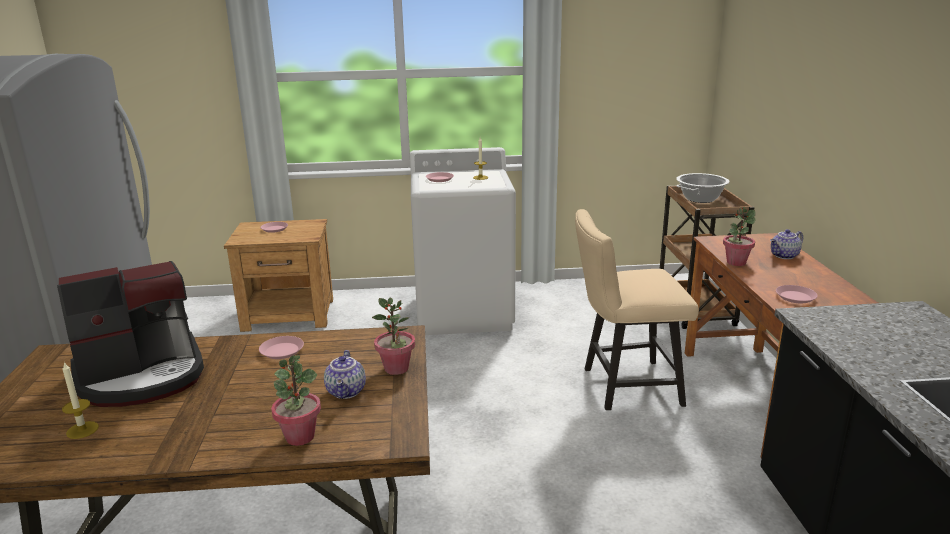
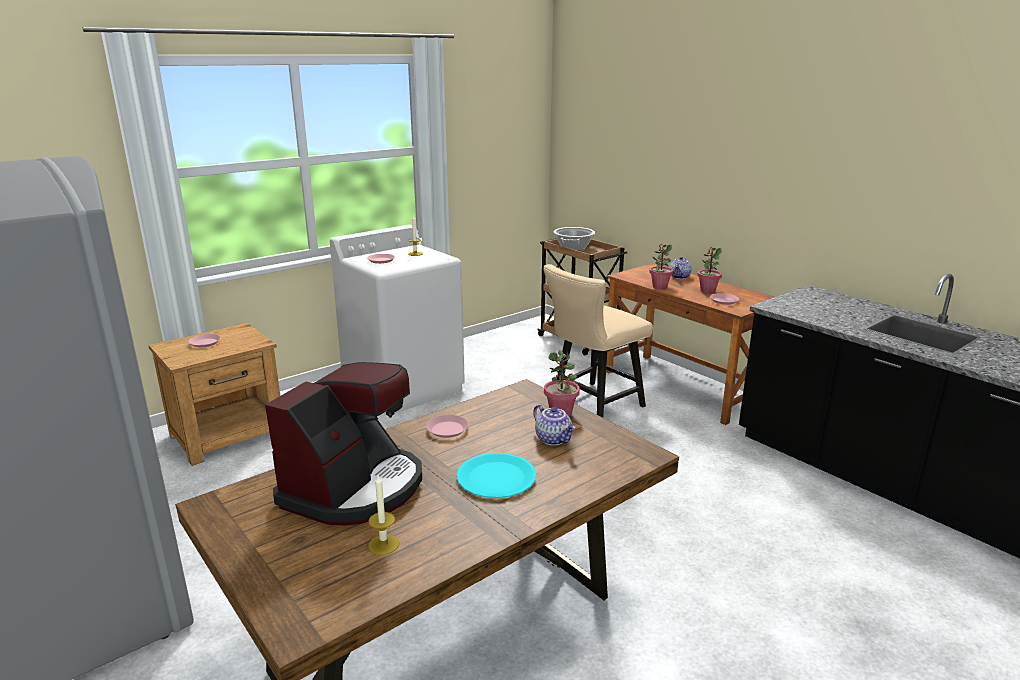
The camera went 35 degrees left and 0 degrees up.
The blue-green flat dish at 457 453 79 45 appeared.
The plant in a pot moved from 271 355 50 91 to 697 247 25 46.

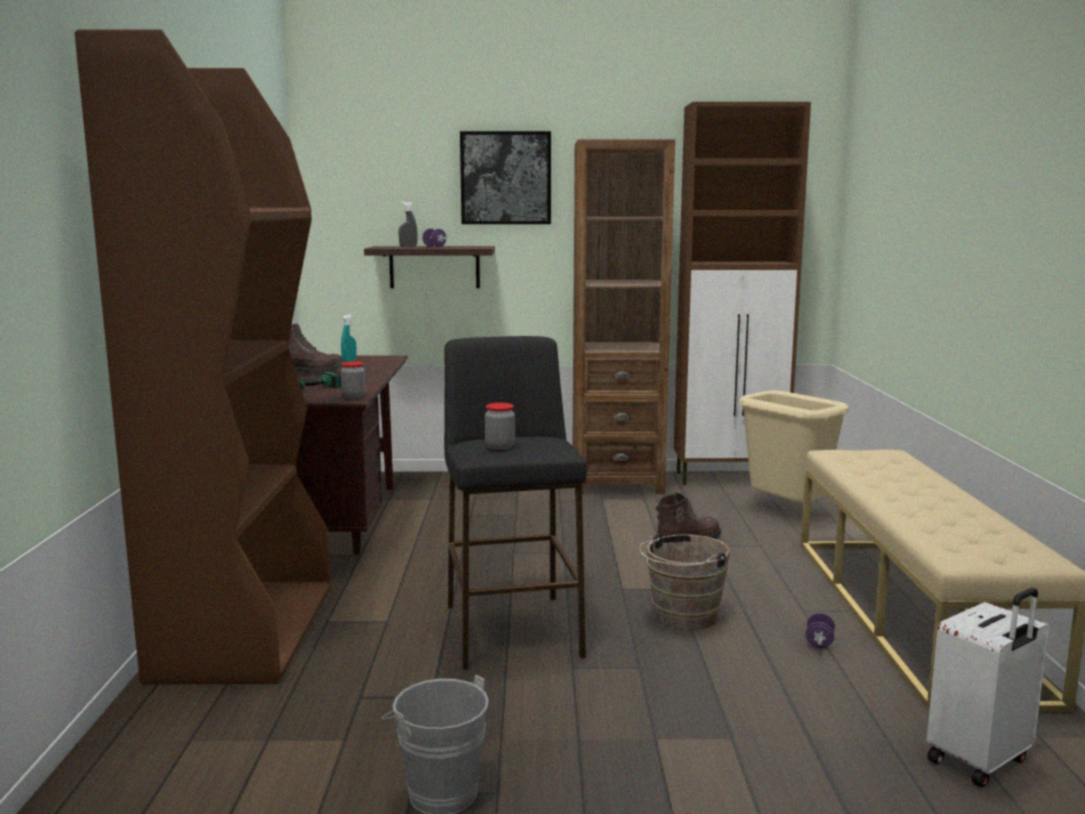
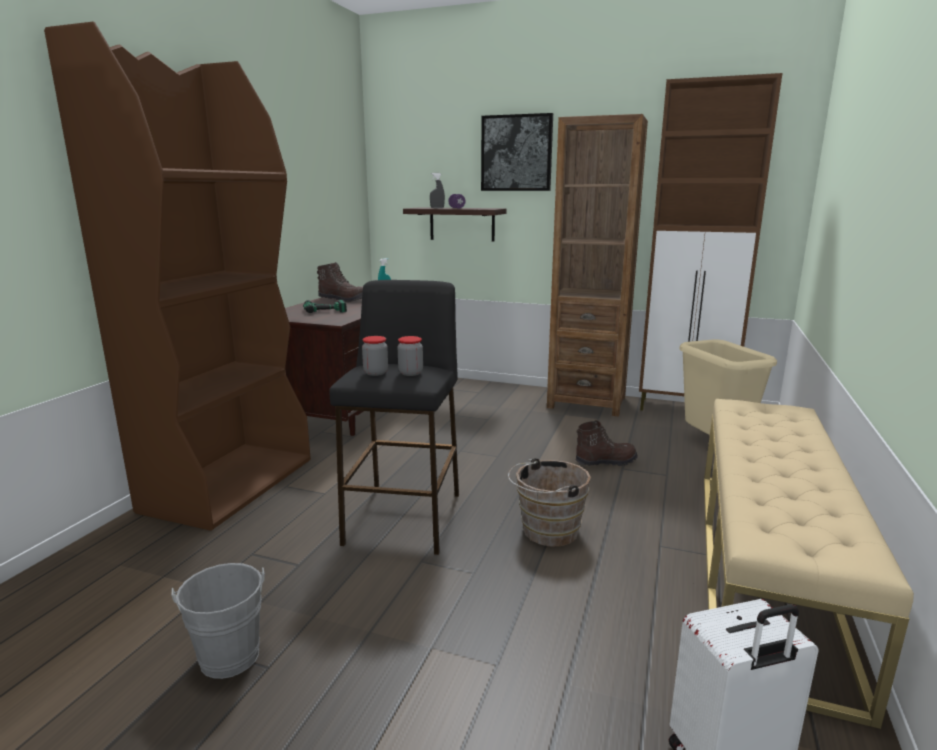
The camera went 20 degrees right and 5 degrees up.
The purplish hand weight at 806 613 29 35 disappeared.
The preserve jar moved from 340 361 26 38 to 398 336 25 40.

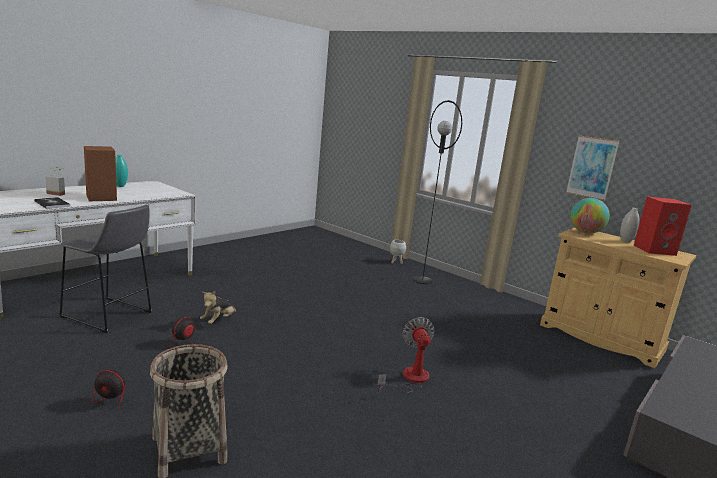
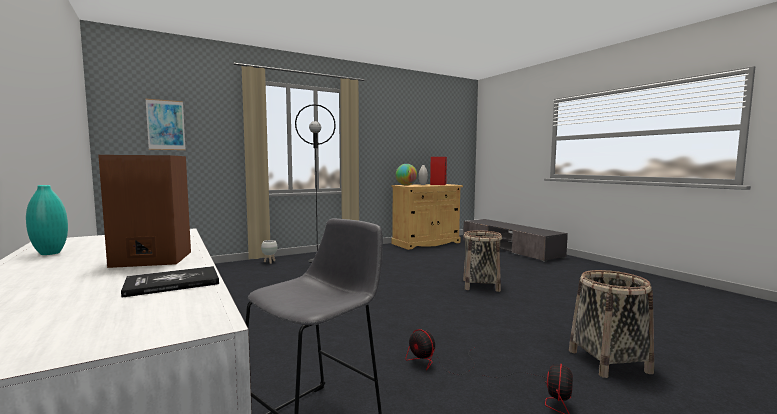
The camera went 70 degrees left and 10 degrees down.
The plant in a pot at 45 168 20 28 disappeared.
The plush toy at 200 291 37 33 disappeared.
The wall art moved from 566 136 54 65 to 146 99 40 51.
The fan at 378 317 57 77 was replaced by the storage basket at 463 230 39 62.

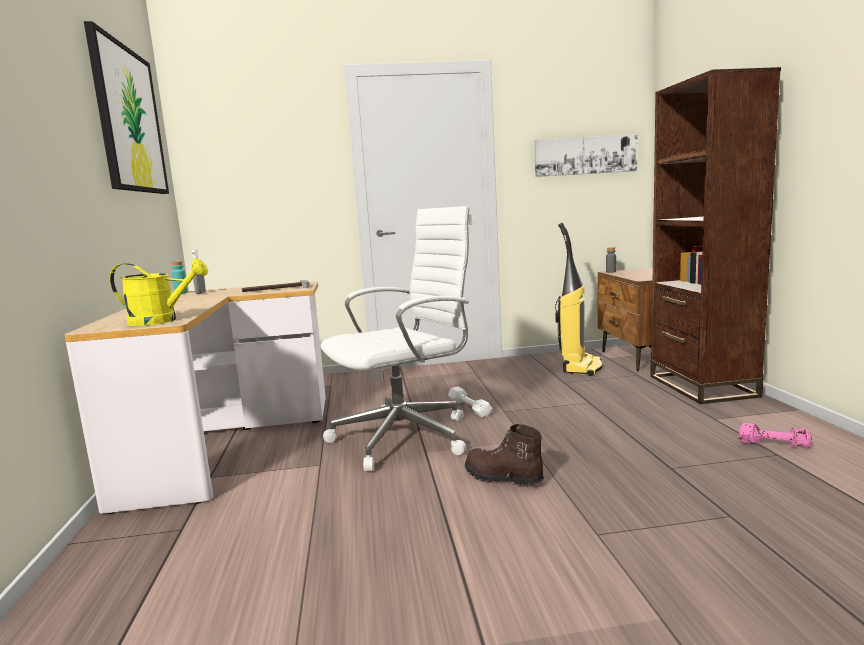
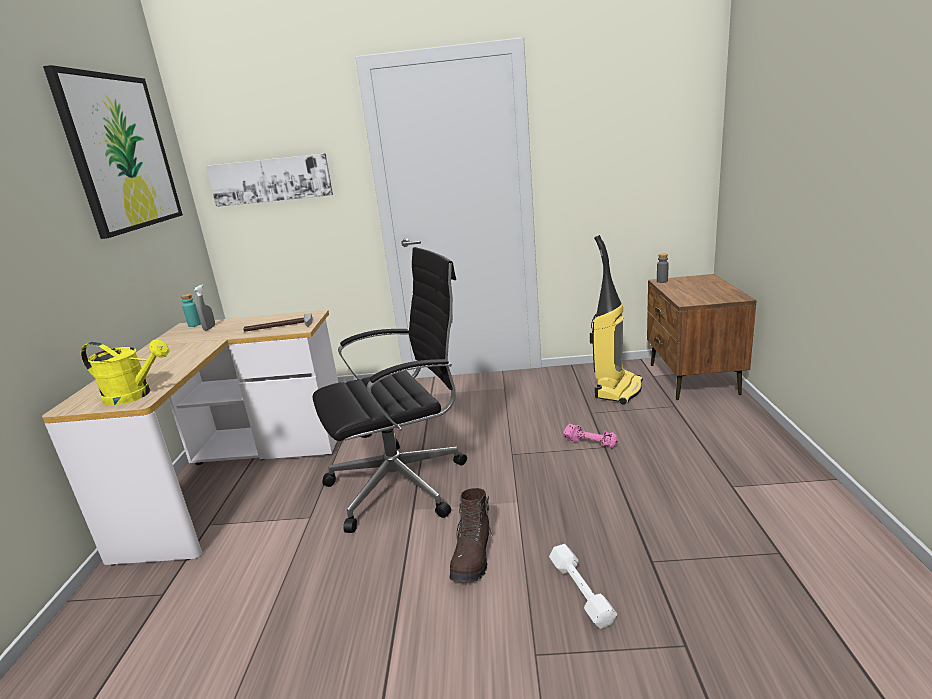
The camera went 10 degrees right and 10 degrees up.
The brown bookcase at 650 67 131 337 disappeared.
The whitish hand weight moved from 448 387 45 30 to 549 544 68 85.
The wall art moved from 534 135 104 42 to 206 153 127 54.
The pinkish hand weight moved from 738 422 74 26 to 563 424 55 25.
The whitish desk chair at 321 206 151 265 became the black-coloured desk chair at 313 247 154 286.
The brown high-top boot at 465 424 79 62 turned 120 degrees counterclockwise.

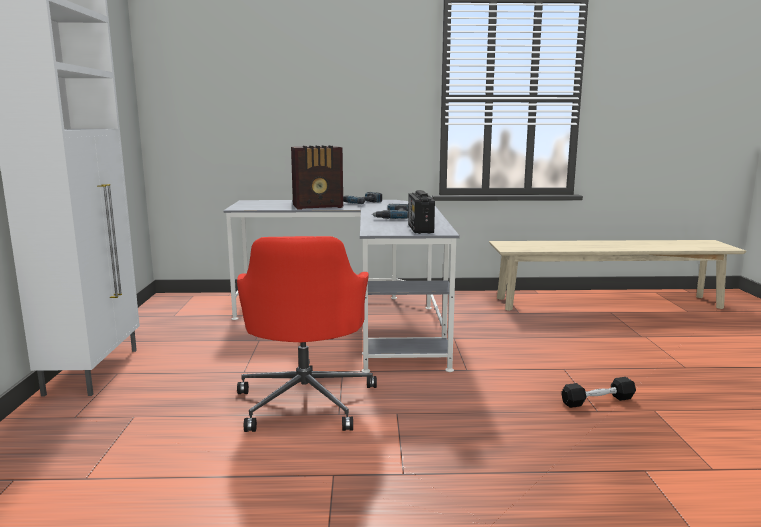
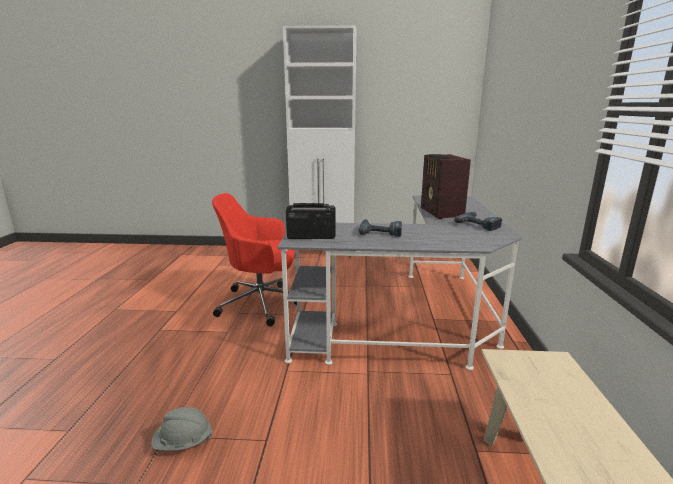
The camera went 95 degrees right and 5 degrees up.
The black-coloured hand weight at 561 377 75 31 was replaced by the greyish work helmet at 151 407 62 43.

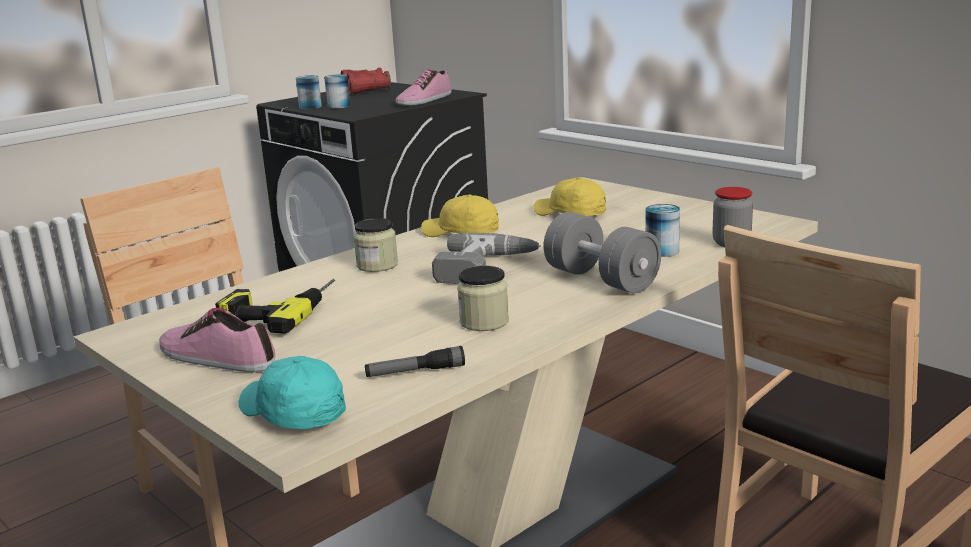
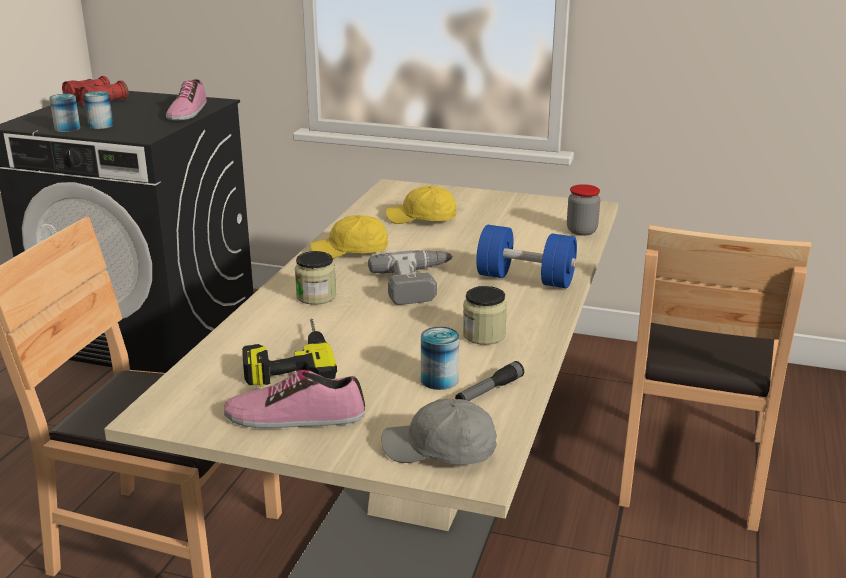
The camera went 30 degrees left and 5 degrees up.
The metal can moved from 645 204 35 53 to 421 327 38 63.
The blue-green peaked cap at 239 356 107 73 became the greyish peaked cap at 381 399 116 66.
The greyish hand weight at 544 212 117 81 became the bluish hand weight at 476 225 101 63.

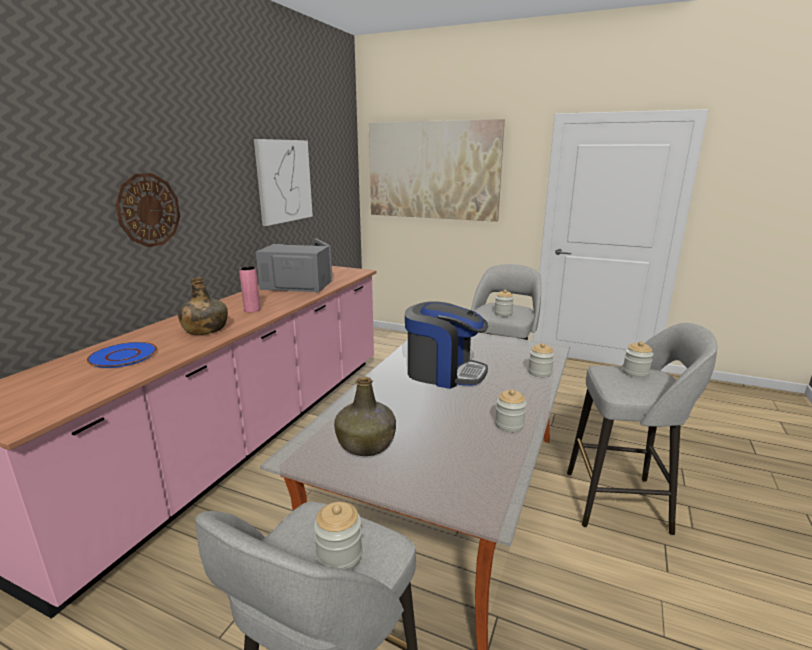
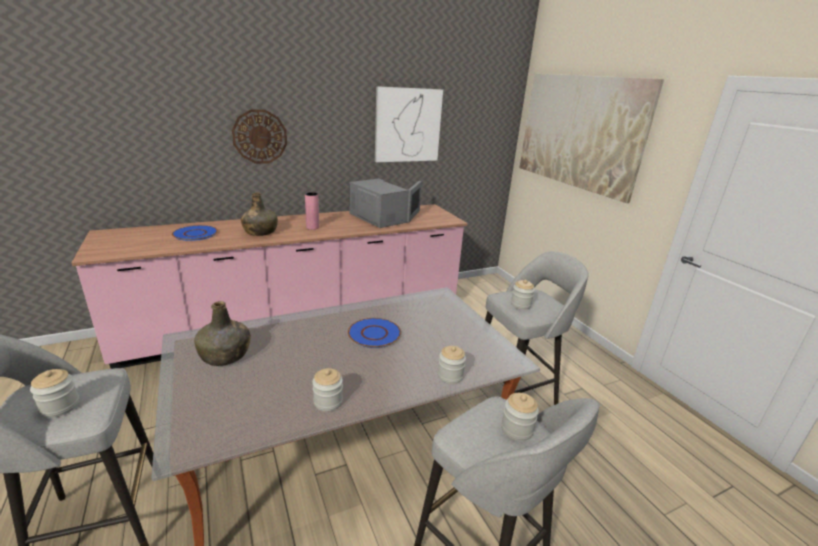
The camera went 40 degrees right and 5 degrees up.
The coffee machine at 405 301 83 88 was replaced by the bluish flat dish at 348 318 53 30.

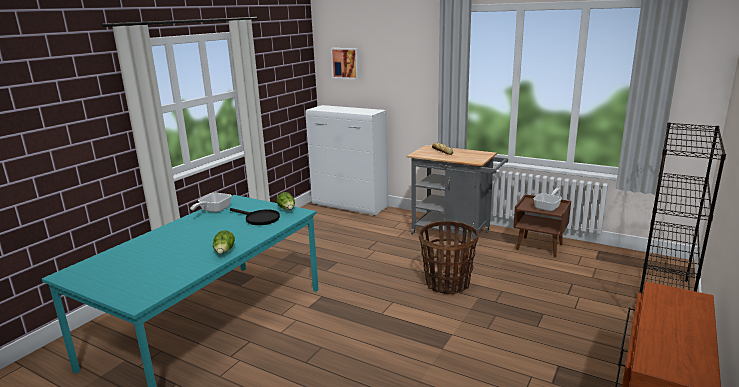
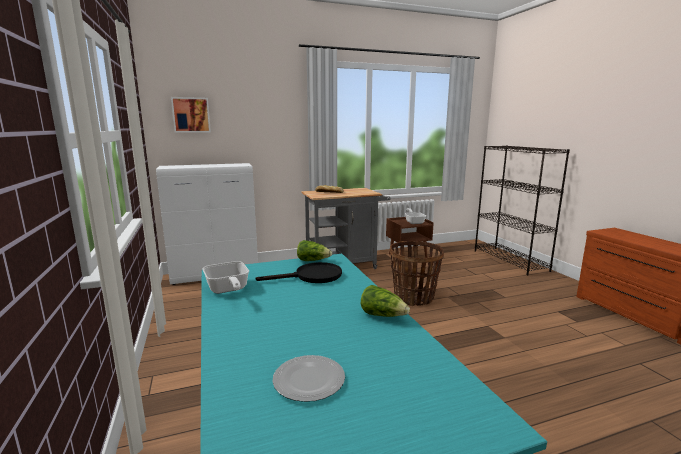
The camera went 50 degrees left and 5 degrees down.
The flat dish at 272 355 73 47 appeared.

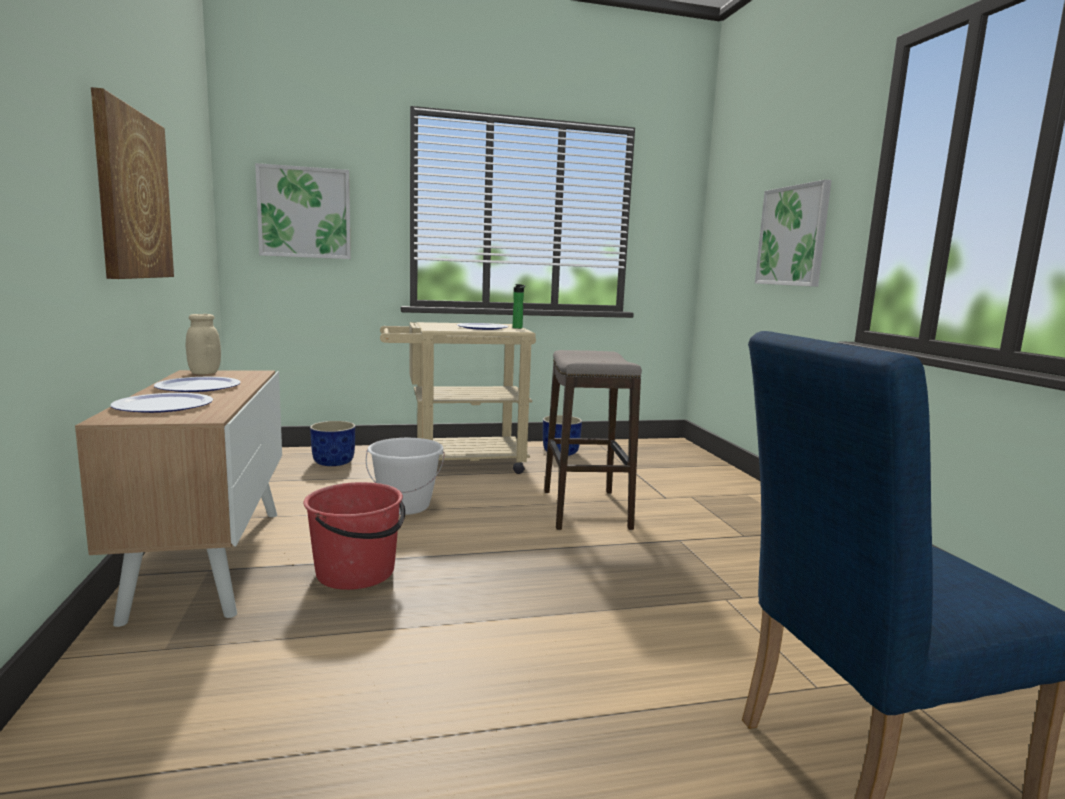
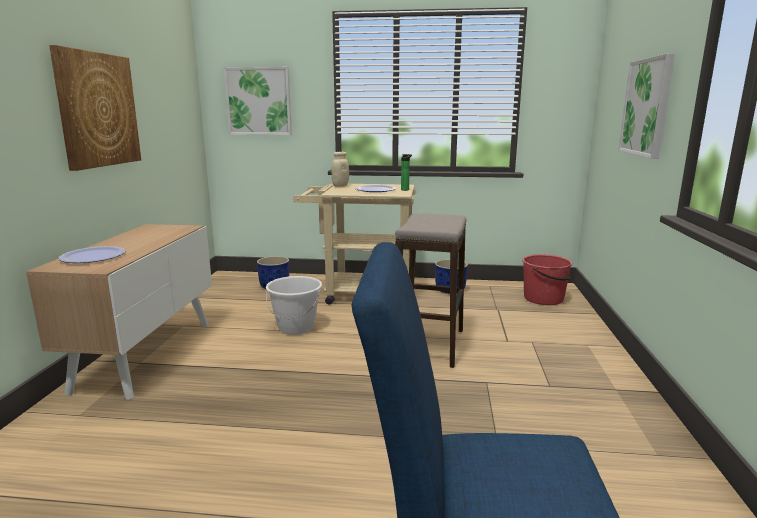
The camera went 20 degrees right and 5 degrees up.
The flat dish at 154 377 87 15 disappeared.
The sand-coloured preserve jar moved from 186 314 35 60 to 331 152 18 35.
The red bucket moved from 303 482 102 108 to 522 254 50 51.

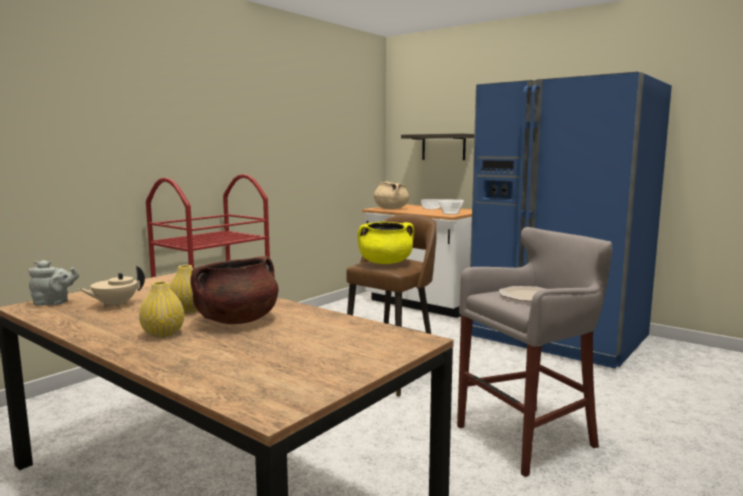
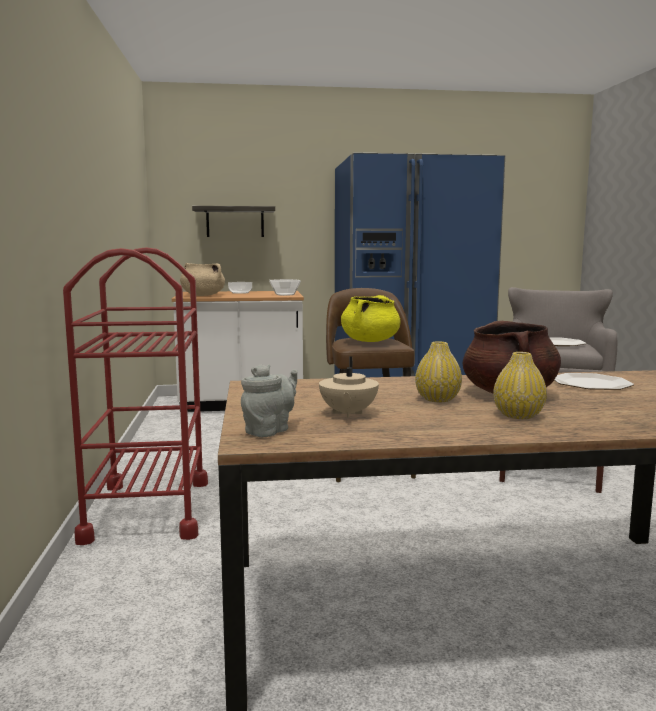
The camera went 45 degrees left and 0 degrees up.
The flat dish at 555 373 79 17 appeared.

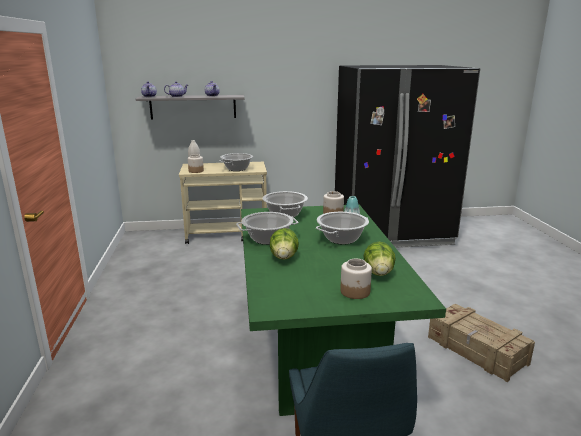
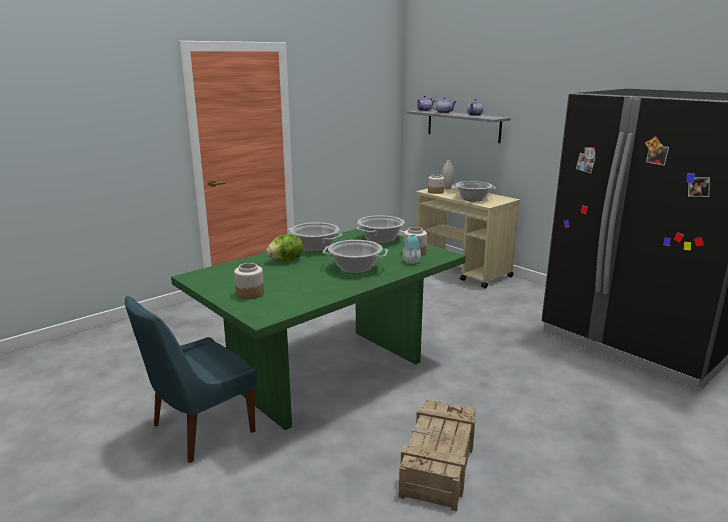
The camera went 55 degrees right and 0 degrees up.
The head of lettuce at 363 242 33 34 disappeared.

